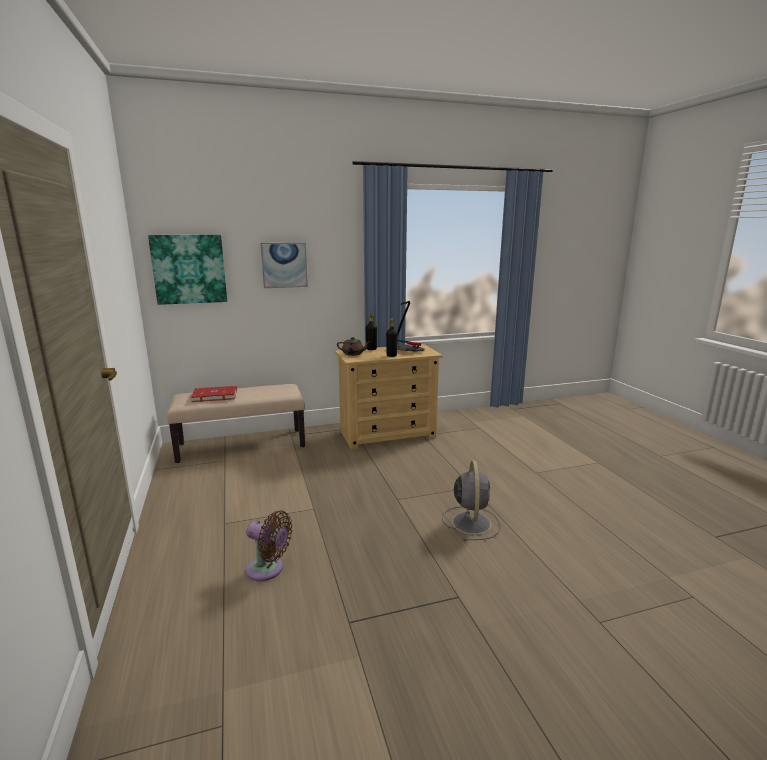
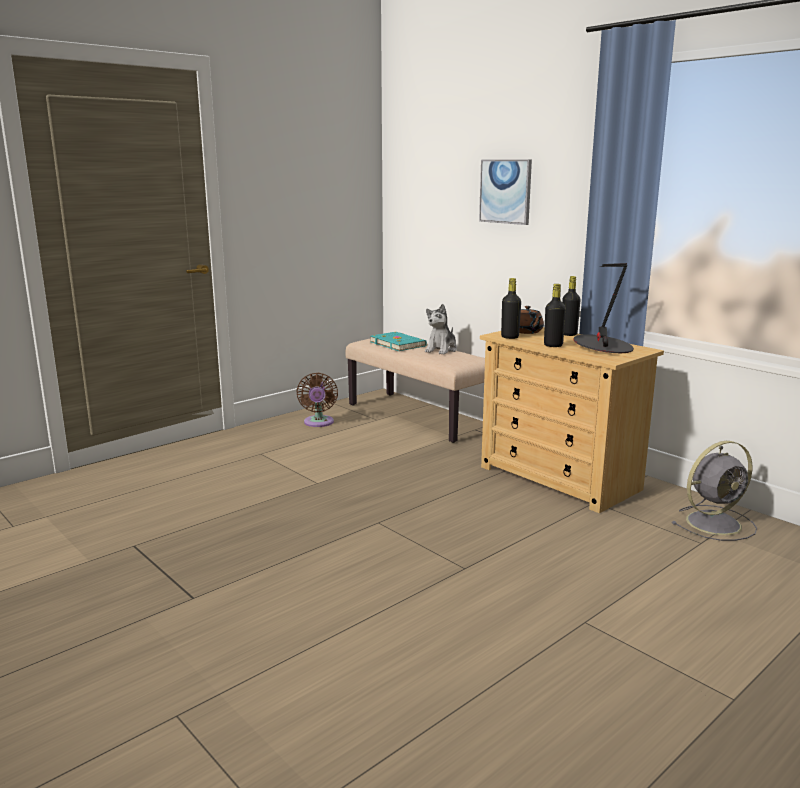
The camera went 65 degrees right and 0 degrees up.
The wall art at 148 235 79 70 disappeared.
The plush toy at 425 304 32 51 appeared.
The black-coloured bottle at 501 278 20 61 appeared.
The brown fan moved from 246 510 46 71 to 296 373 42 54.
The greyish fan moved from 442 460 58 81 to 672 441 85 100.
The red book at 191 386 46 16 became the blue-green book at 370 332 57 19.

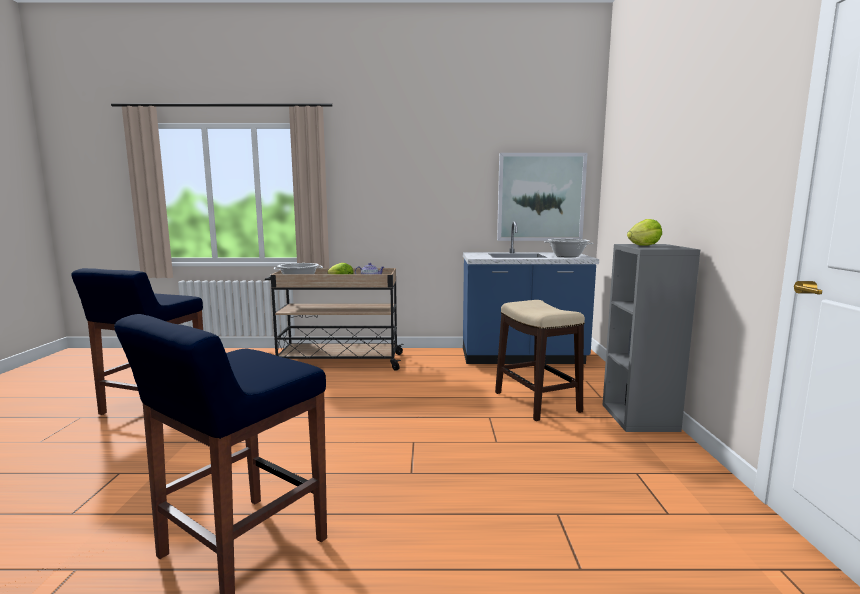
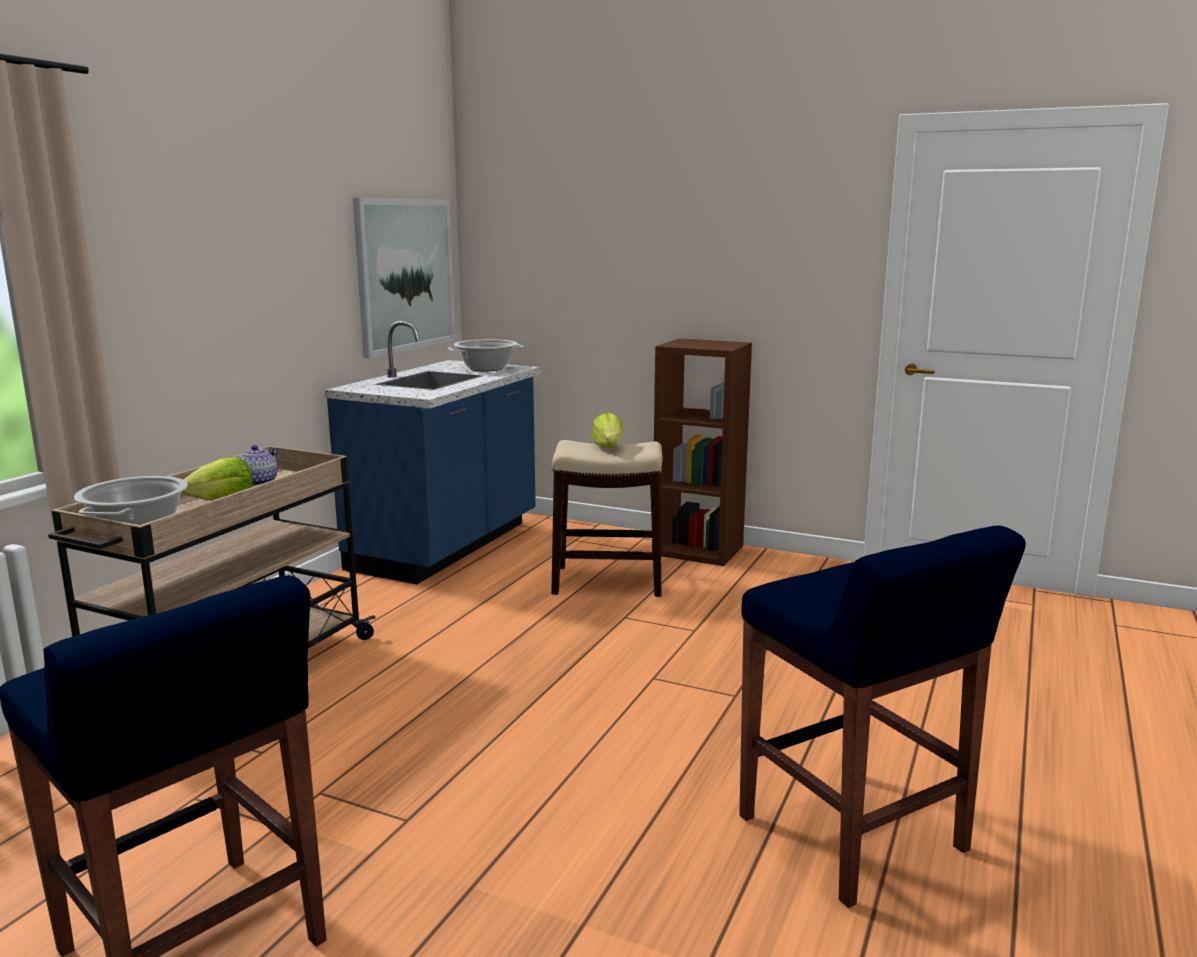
The camera went 65 degrees left and 5 degrees up.
The head of lettuce moved from 627 219 35 27 to 592 412 31 36.
The greyish bookcase at 603 244 97 188 became the brown bookcase at 652 338 100 228.

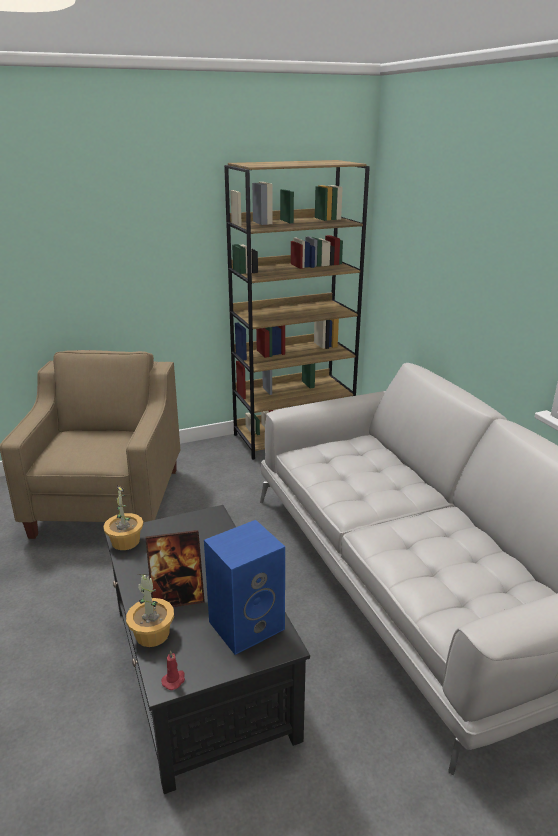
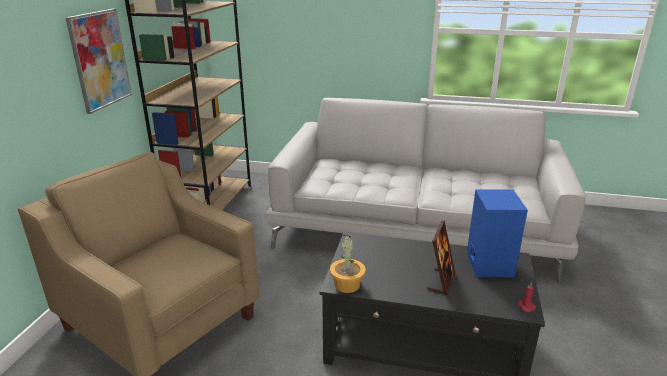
The camera went 55 degrees left and 0 degrees up.
The plant in a pot at 126 574 48 73 disappeared.
The wall art at 65 9 67 105 appeared.

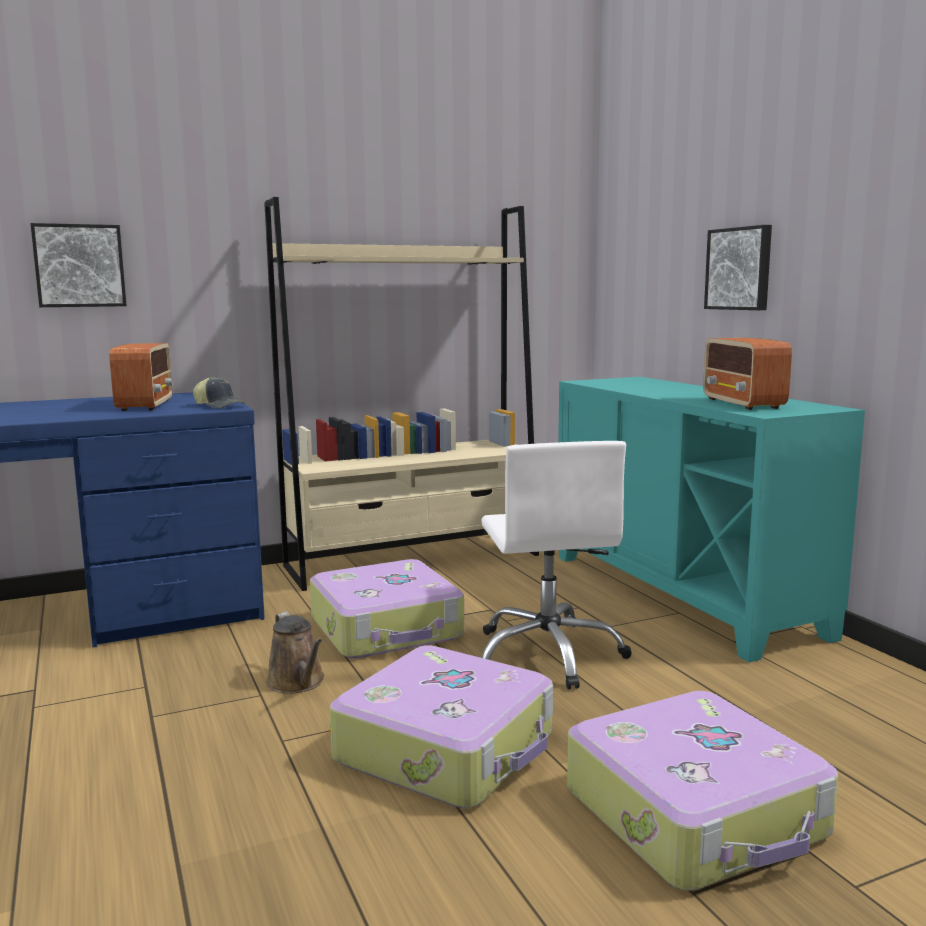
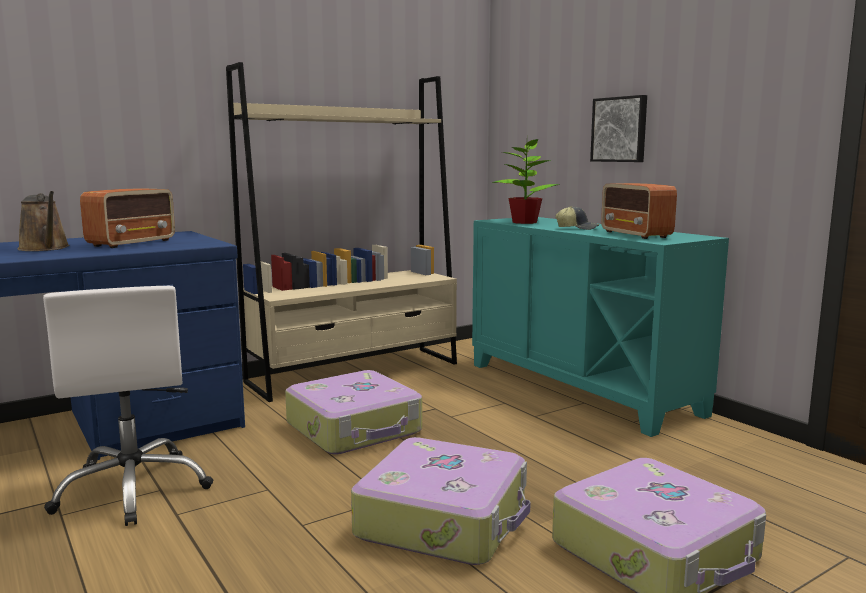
The camera went 10 degrees left and 0 degrees up.
The wall art at 30 223 97 84 disappeared.
The plant in a pot at 492 139 68 85 appeared.
The peaked cap moved from 193 377 52 32 to 555 206 44 24.
The brown watering can moved from 266 612 58 82 to 18 191 52 60.
The whitish desk chair moved from 481 441 151 248 to 43 286 170 240.
The radio at 109 343 64 68 turned 45 degrees clockwise.

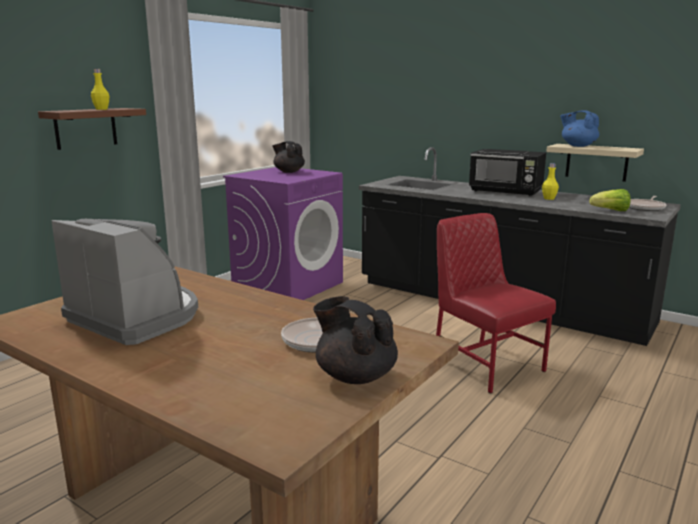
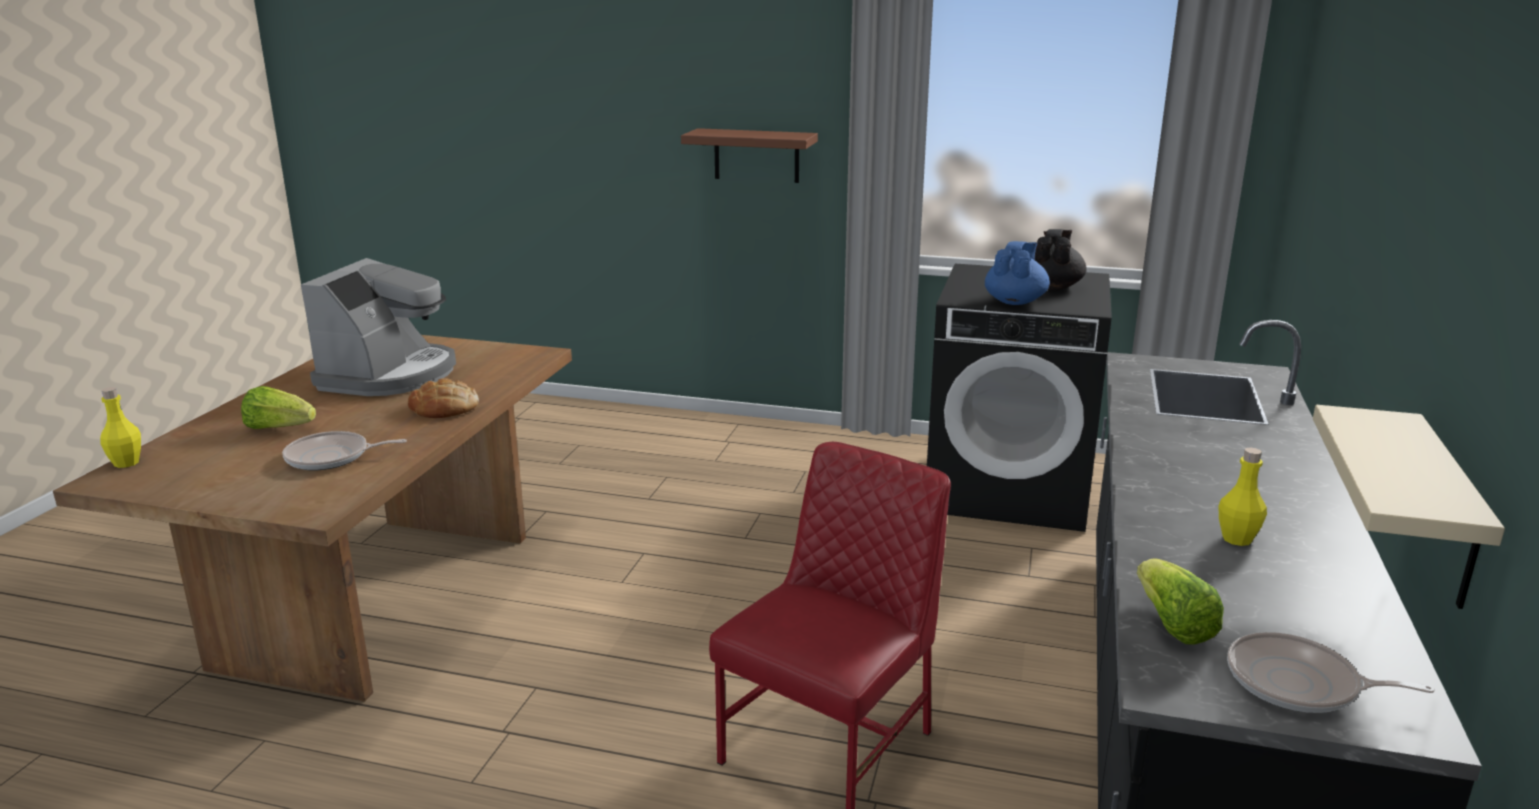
The camera went 70 degrees right and 5 degrees up.
The black-coloured teapot at 313 296 85 88 disappeared.
The black-coloured microwave oven at 469 149 77 47 disappeared.
The head of lettuce at 241 386 75 43 appeared.
The bread at 408 378 71 40 appeared.
The yellow-coloured bottle moved from 91 69 18 41 to 100 387 41 81.
The bluish teapot moved from 560 110 39 37 to 985 241 65 64.
The purplish washing machine at 223 167 120 133 became the black-coloured washing machine at 927 264 185 268.

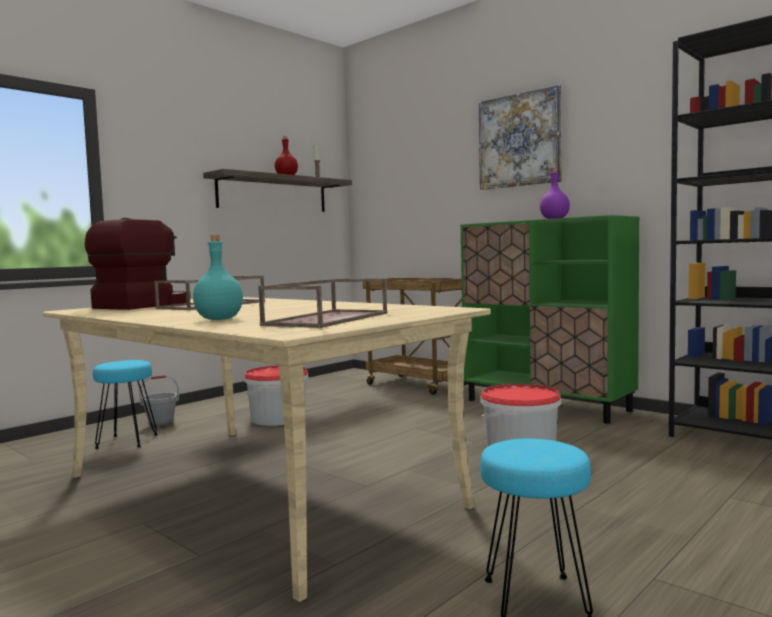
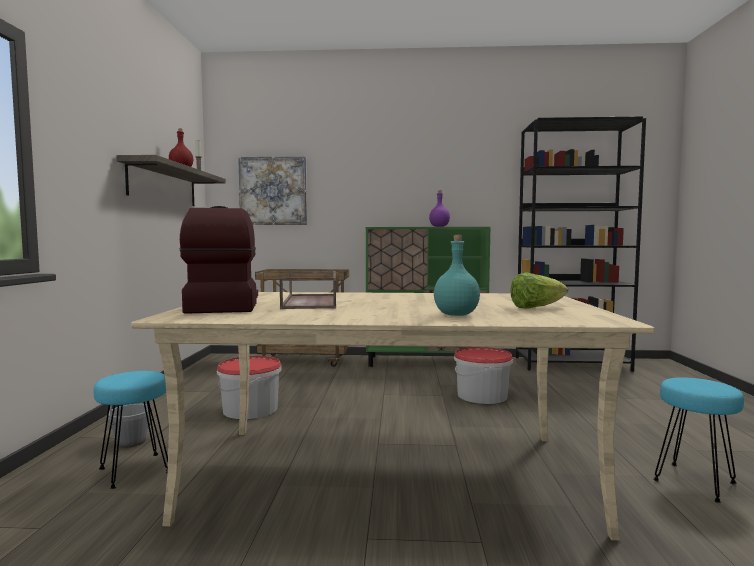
The camera went 40 degrees left and 0 degrees up.
The wall art moved from 479 85 82 105 to 238 156 69 69.
The brown serving tray at 258 279 129 49 was replaced by the head of lettuce at 510 272 58 37.

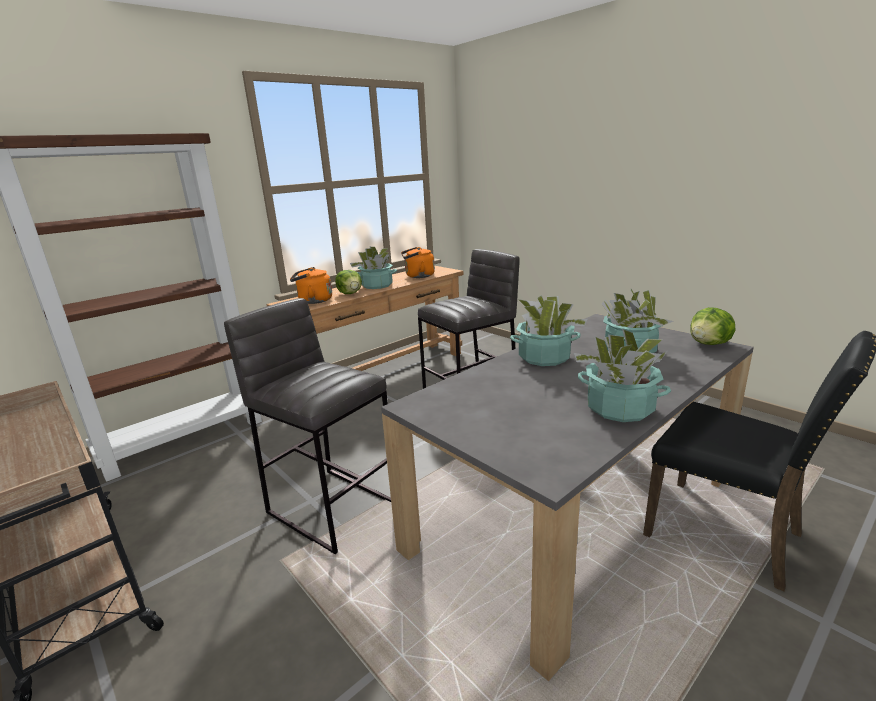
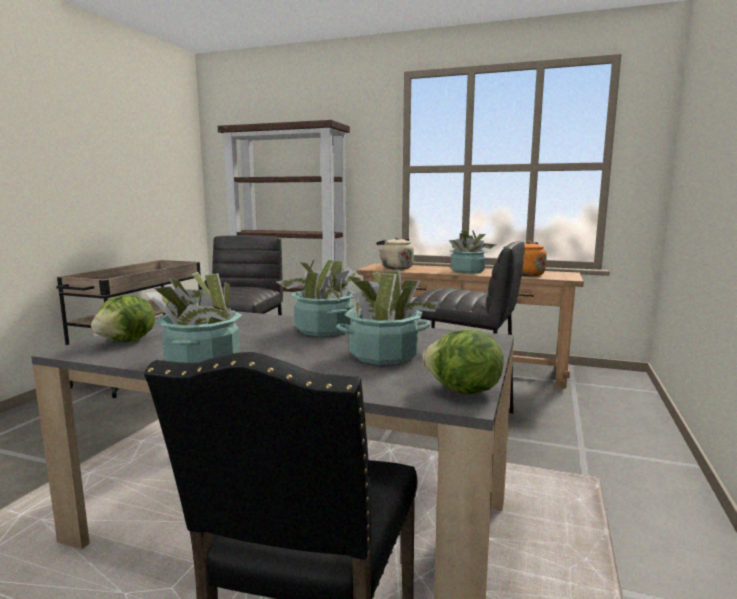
The camera went 60 degrees right and 10 degrees down.
The head of lettuce moved from 335 270 27 24 to 91 295 64 47.
The orange-coloured kettle at 290 267 42 37 became the sand-coloured kettle at 376 237 38 32.

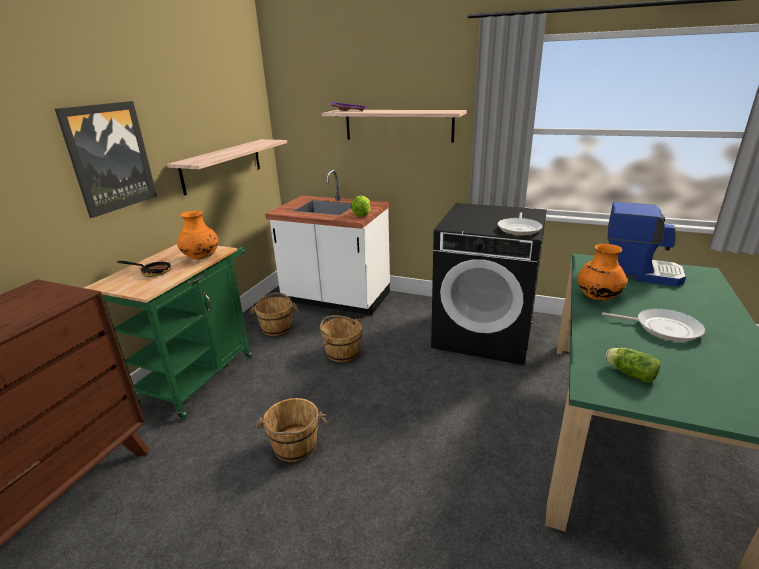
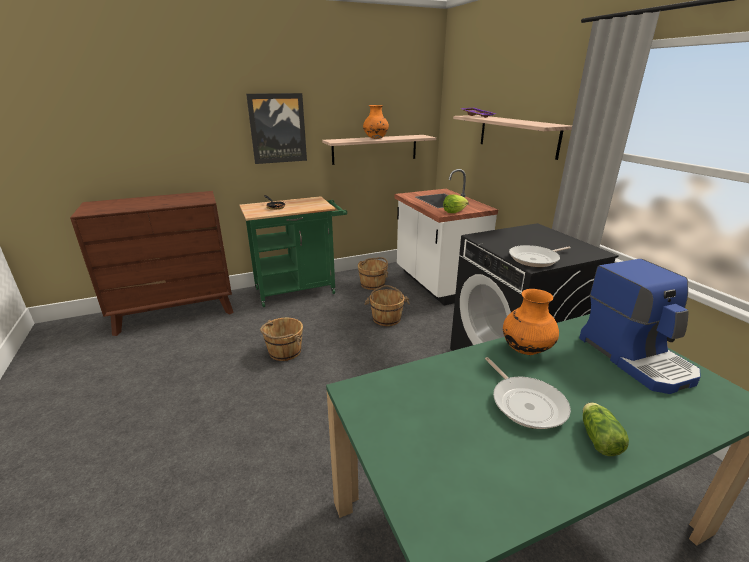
The camera went 45 degrees right and 0 degrees up.
The orange-coloured decorative vase moved from 177 211 41 49 to 363 105 26 34.
The head of lettuce moved from 605 348 55 35 to 583 402 46 54.

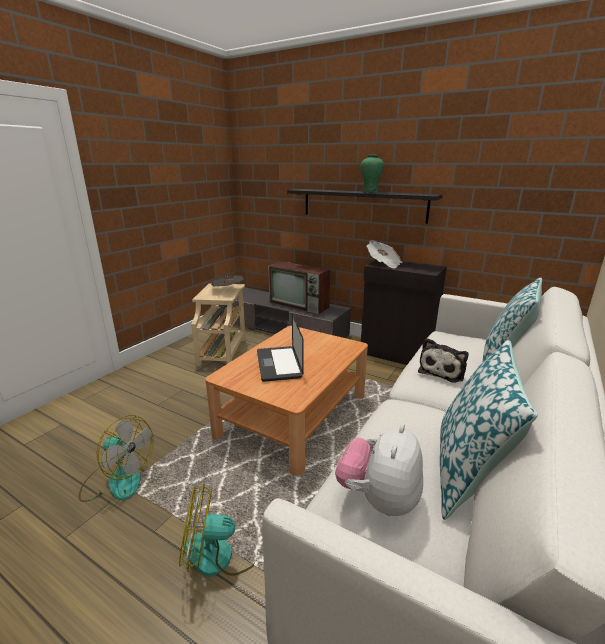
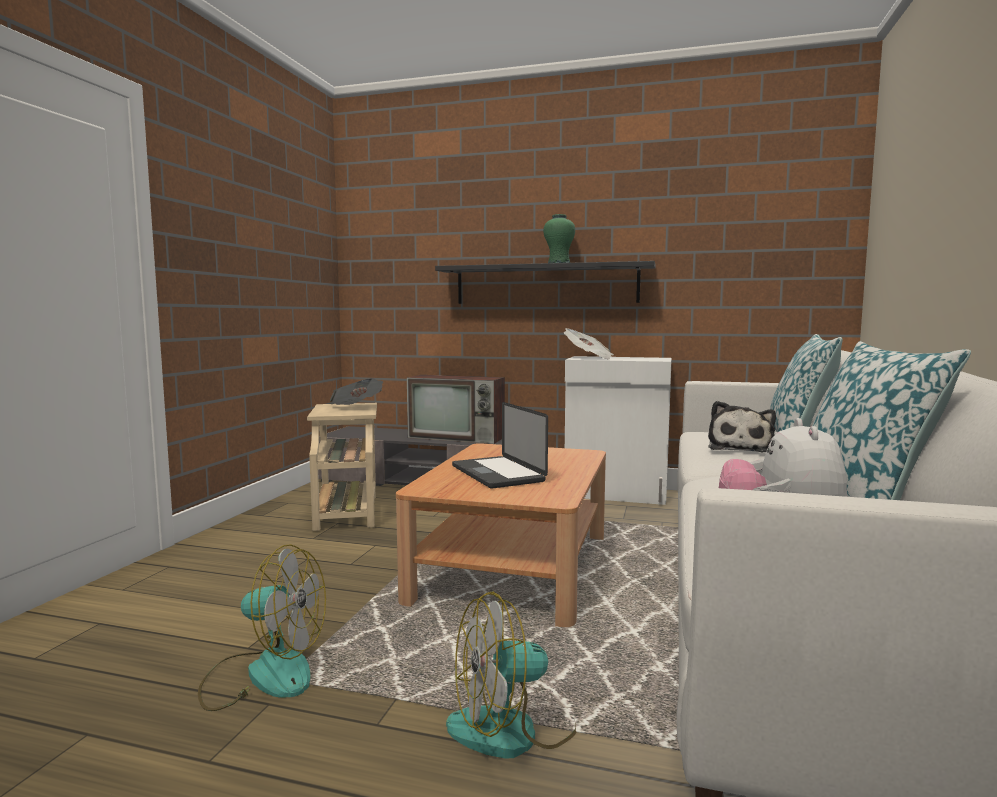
The camera went 15 degrees left and 15 degrees down.
The black-coloured storage cabinet at 361 259 86 106 became the whitish storage cabinet at 565 356 107 149.

